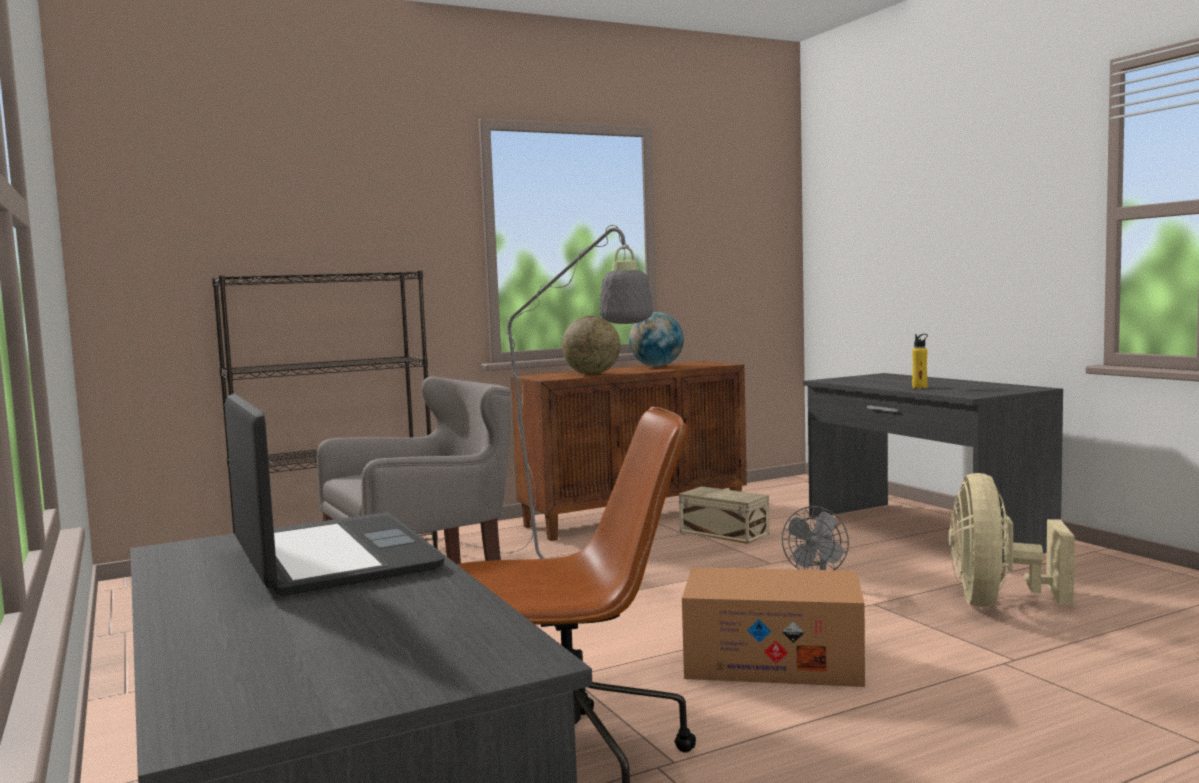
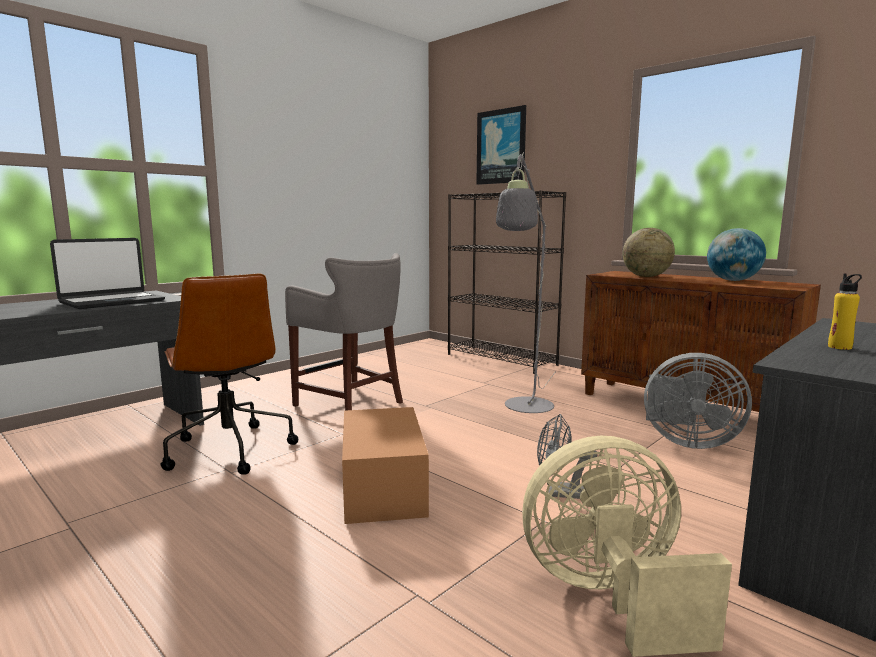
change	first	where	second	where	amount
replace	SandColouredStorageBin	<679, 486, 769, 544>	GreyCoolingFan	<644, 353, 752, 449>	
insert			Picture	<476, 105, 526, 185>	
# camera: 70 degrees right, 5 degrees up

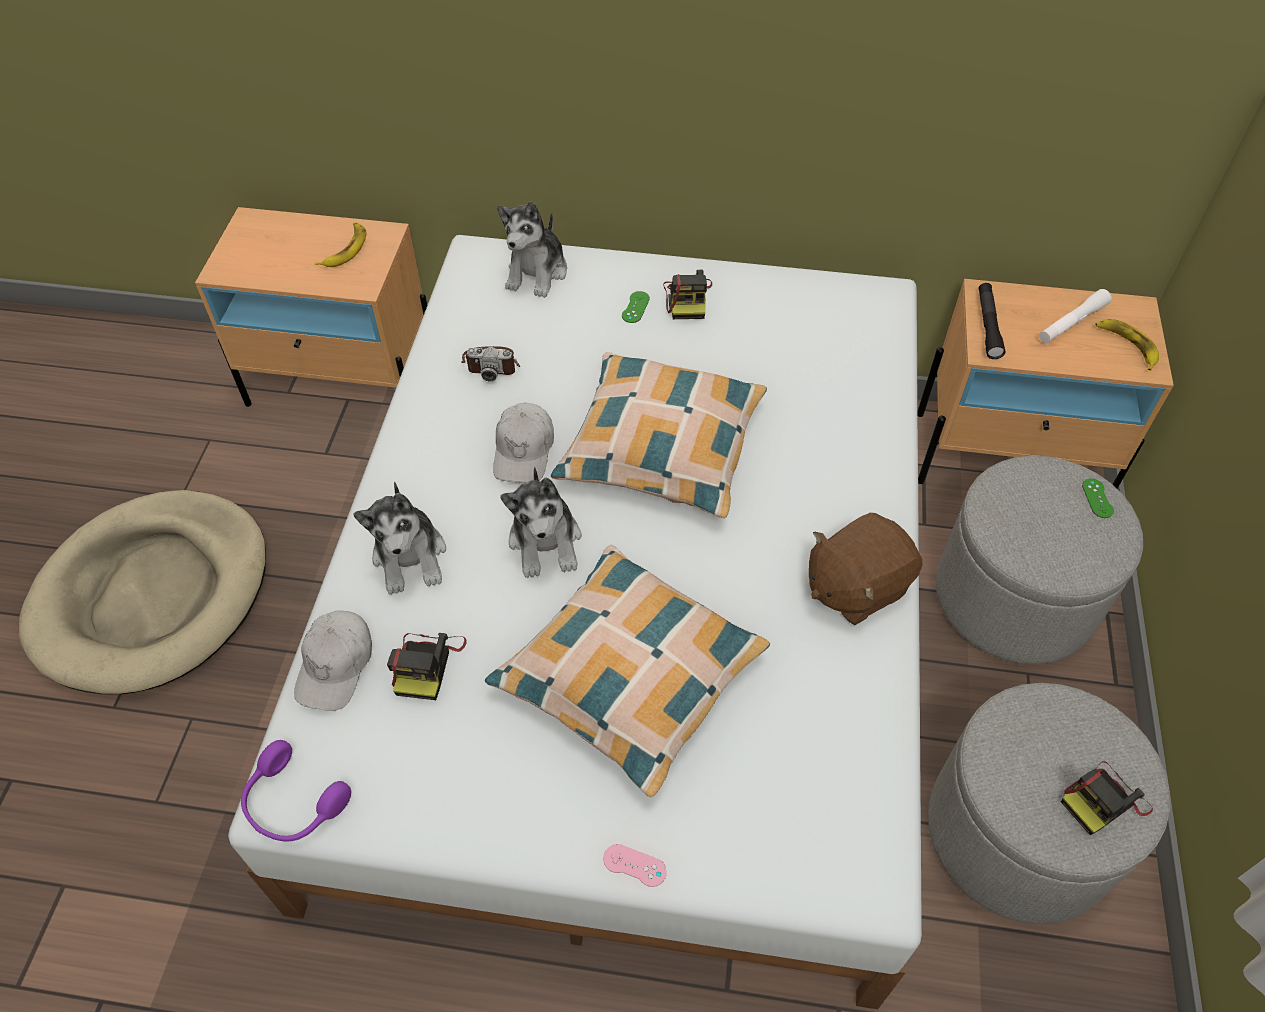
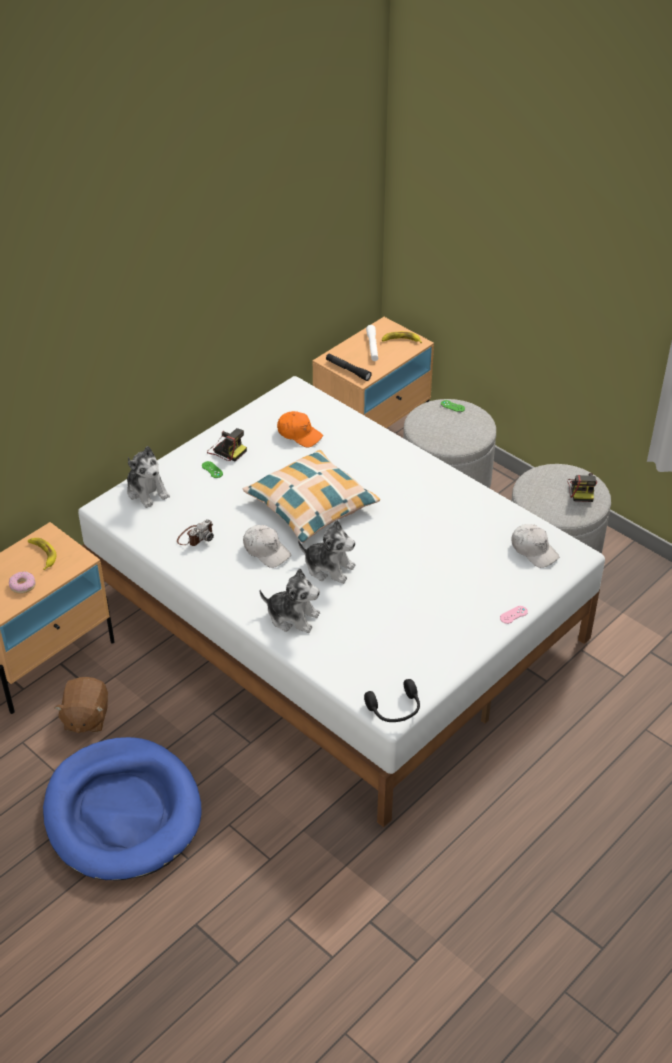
change	first	where	second	where	amount
recolor	SandColouredDogCushion	<19, 490, 266, 694>	BluishDogCushion	<43, 737, 202, 880>	
move	BrownPlushToy	<809, 513, 923, 625>		<54, 677, 108, 733>	
delete	Pillow	<485, 544, 770, 797>			
move	WhiteCap	<294, 610, 372, 711>		<512, 524, 559, 568>	
delete	StillCamera	<387, 633, 467, 700>			
recolor	PurpleColouredHeadphones	<241, 740, 351, 842>	BlackColouredHeadphones	<364, 679, 420, 722>	
insert			OrangeCap	<277, 411, 323, 448>	
insert			RingDoughnut	<9, 571, 36, 594>	
# camera: 55 degrees left, 10 degrees down

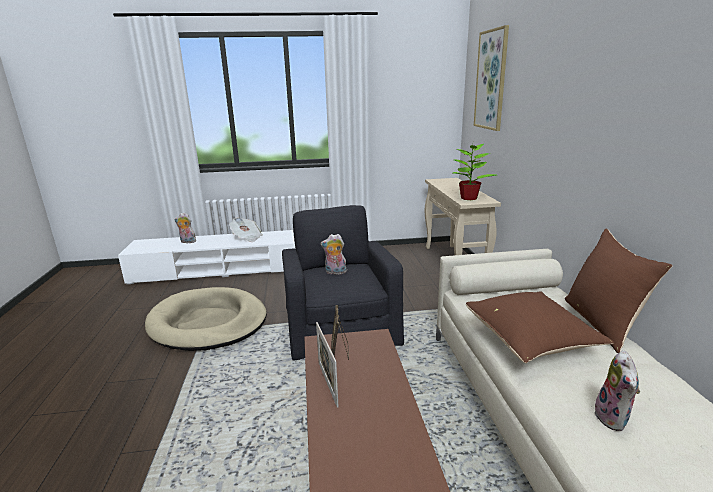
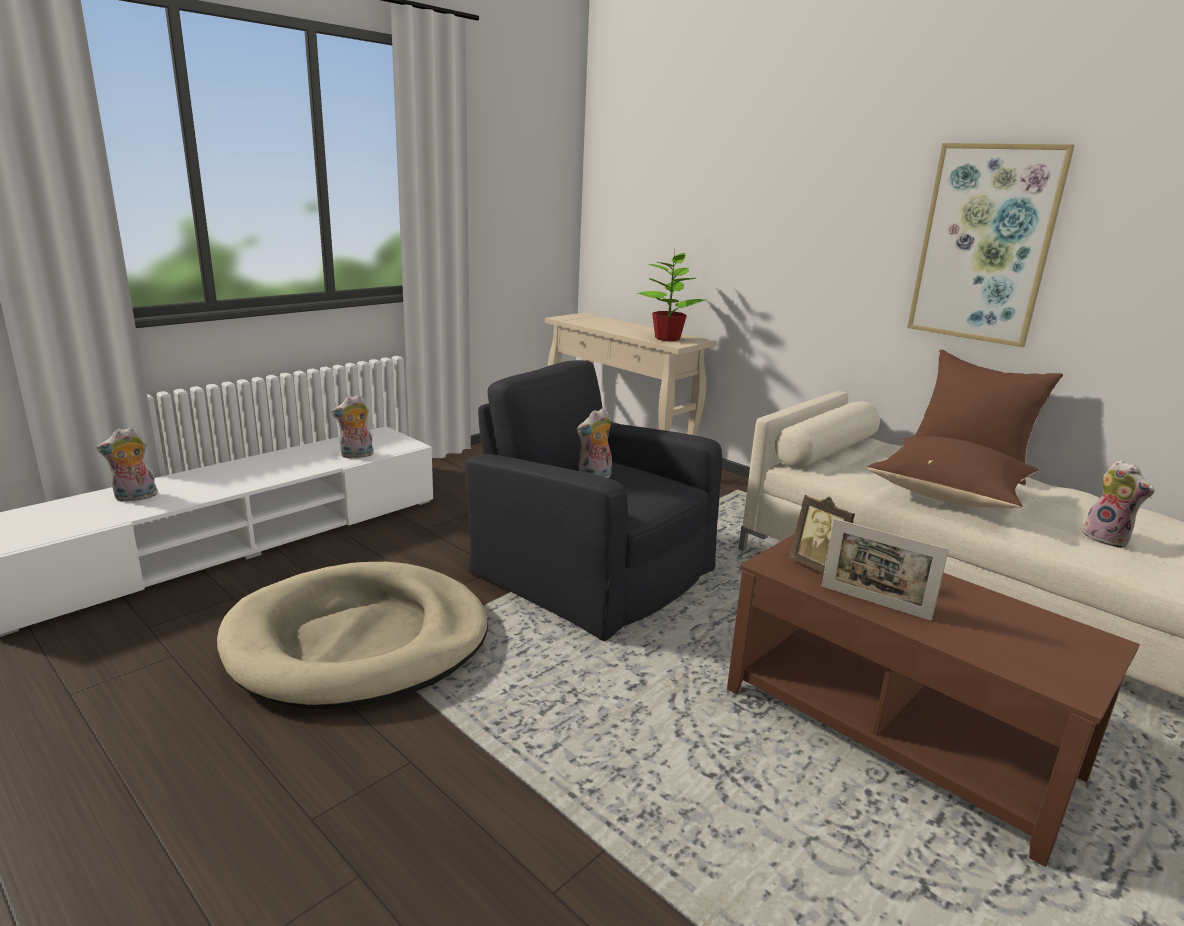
change	first	where	second	where	amount
move	Picture	<474, 25, 509, 131>		<907, 143, 1075, 347>	
delete	Newspaper	<229, 218, 263, 242>			
insert			PlushToy	<331, 395, 374, 459>	
# camera: 40 degrees left, 0 degrees up

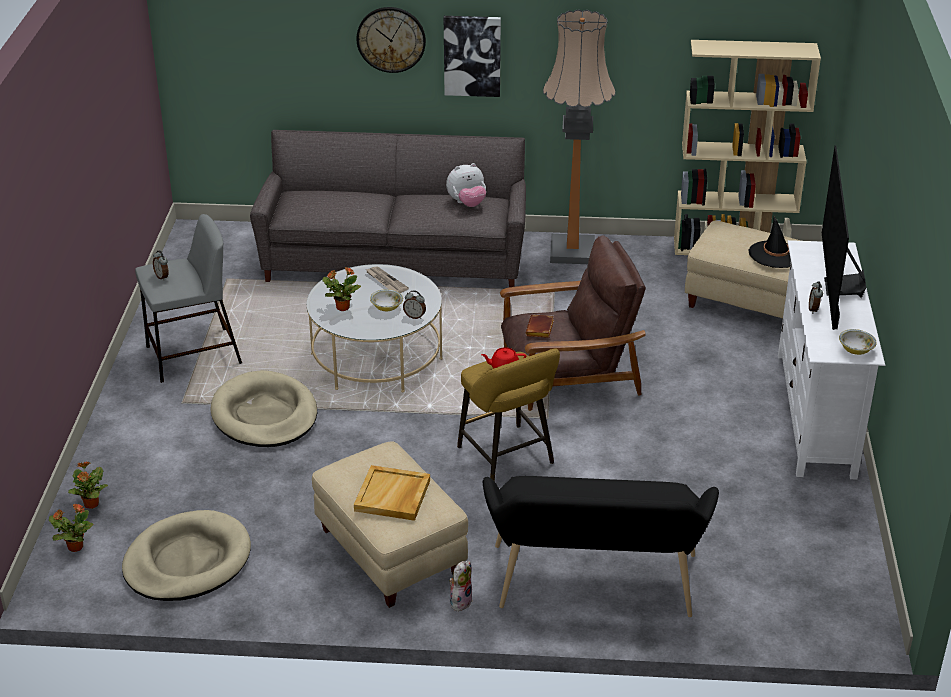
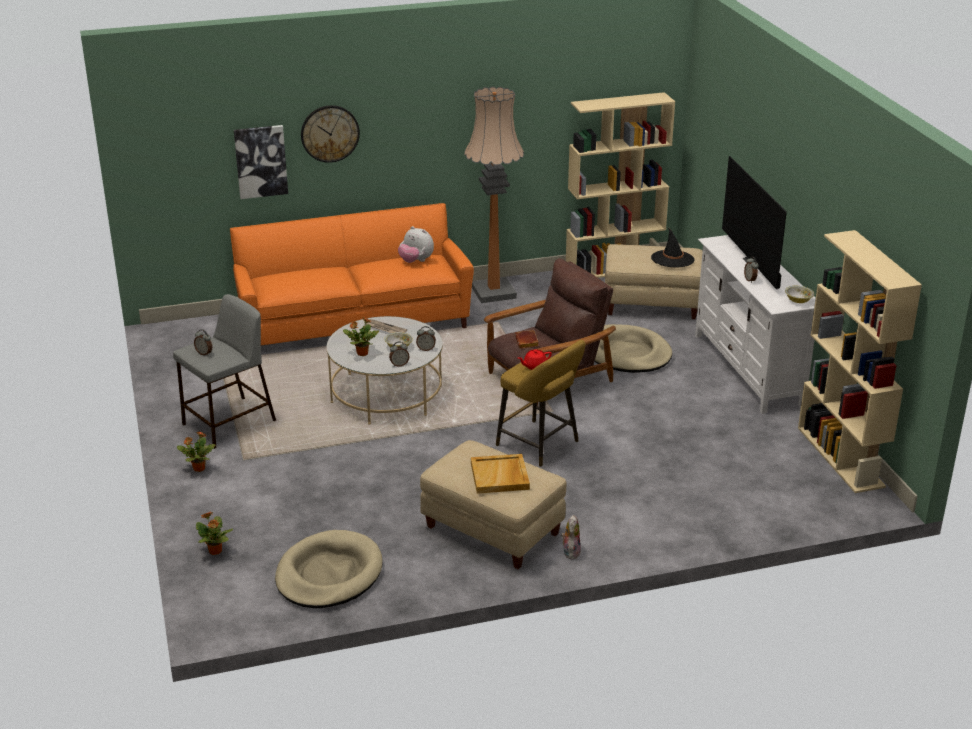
change	first	where	second	where	amount
move	Picture	<444, 16, 501, 97>		<234, 125, 288, 199>	
recolor	GreySettee	<250, 130, 526, 287>	OrangeSettee	<230, 203, 474, 345>	
rotate	PlushToy	<446, 163, 486, 207>		<398, 226, 434, 263>	75 degrees clockwise
move	SandColouredDogCushion	<211, 370, 317, 447>		<594, 324, 672, 373>	
delete	BlackColouredLongSeat	<483, 476, 719, 617>			
move	Houseplant	<49, 504, 94, 552>		<177, 431, 216, 472>	
insert			SandColouredShelvingUnit	<798, 230, 922, 493>	
insert			BedsideClock	<389, 341, 409, 367>	
# camera: 20 degrees left, 5 degrees down

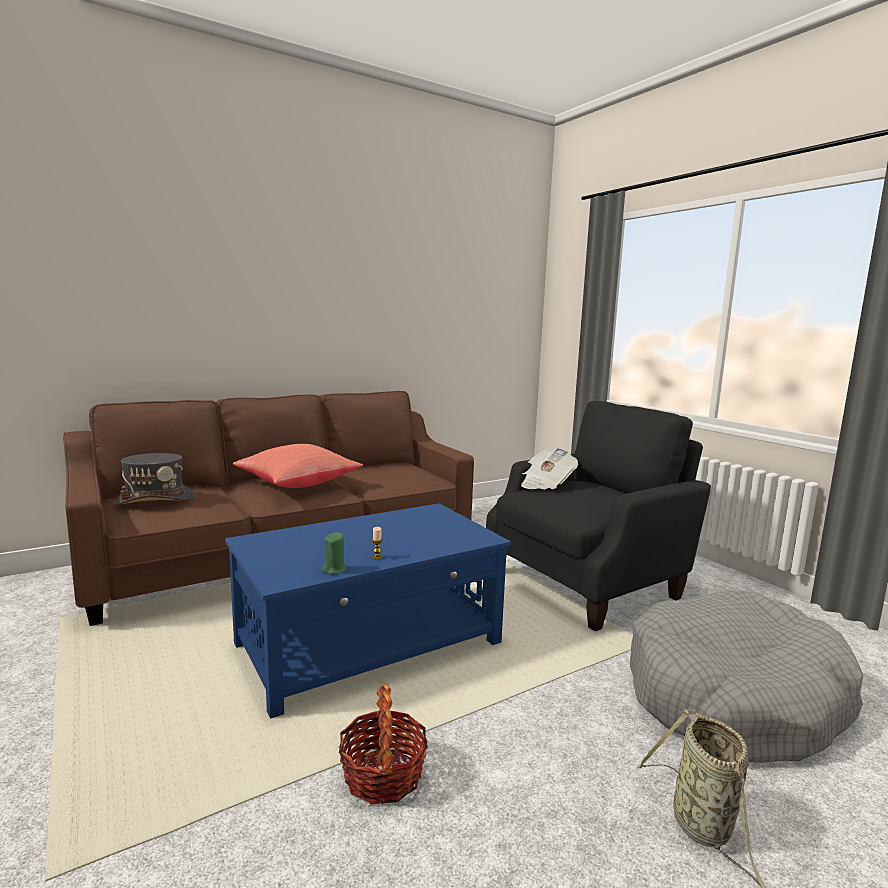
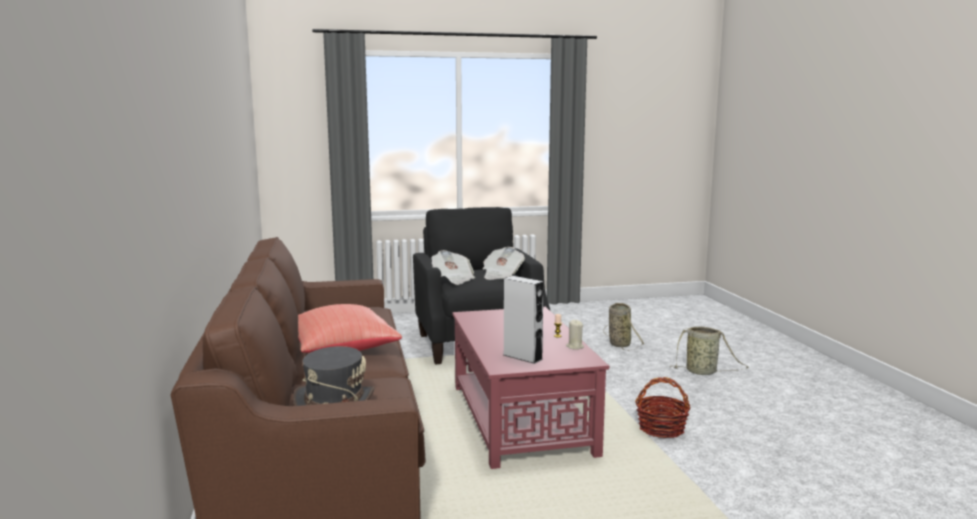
change	first	where	second	where	amount
recolor	BluishLoungeTable	<225, 503, 511, 719>	RedLoungeTable	<452, 307, 609, 469>	
recolor	GreenColouredWaxLight	<322, 532, 346, 575>	SandColouredWaxLight	<566, 320, 584, 349>	
replace	GreyDogCushion	<630, 590, 863, 763>	StorageBasket	<603, 303, 644, 351>	
insert			Newspaper	<483, 247, 525, 280>	
insert			GreySpeaker	<504, 276, 544, 364>	
# camera: 70 degrees left, 0 degrees up

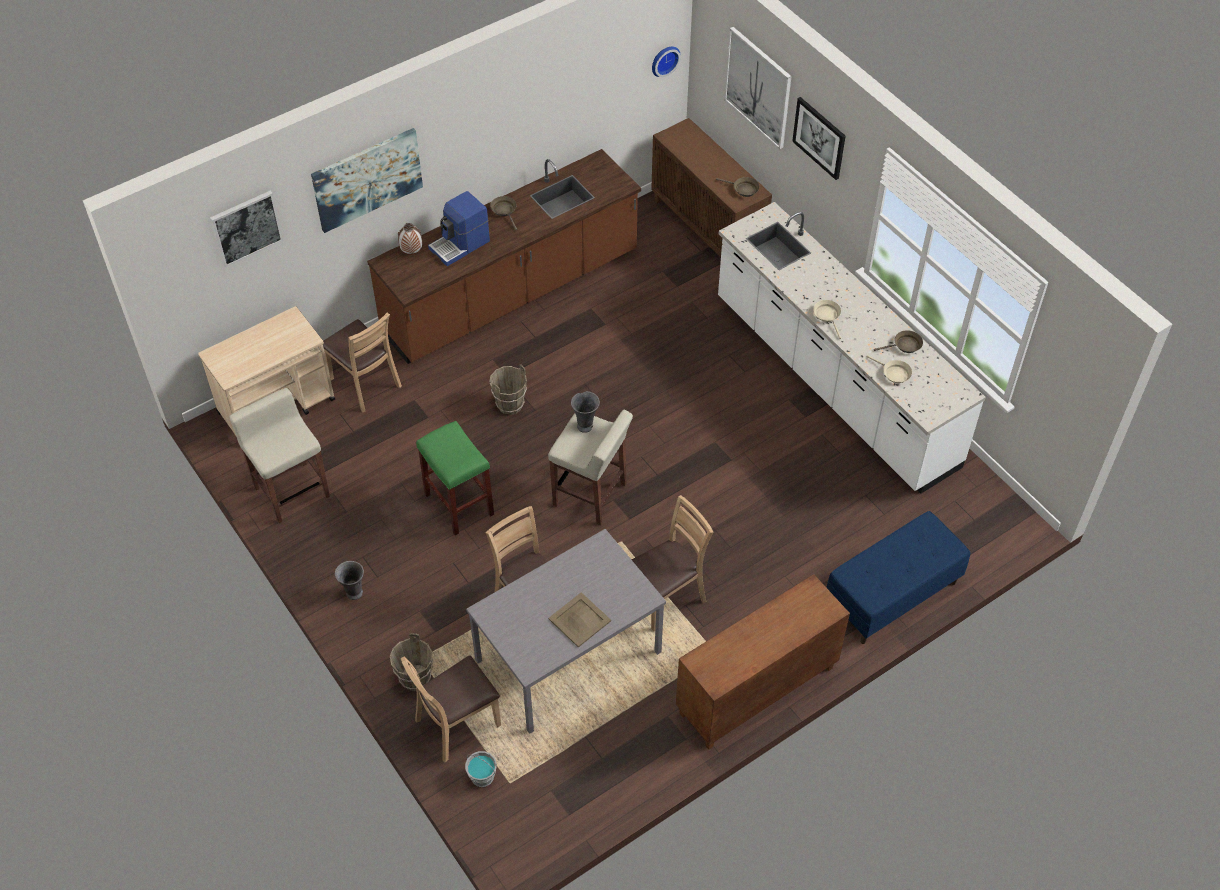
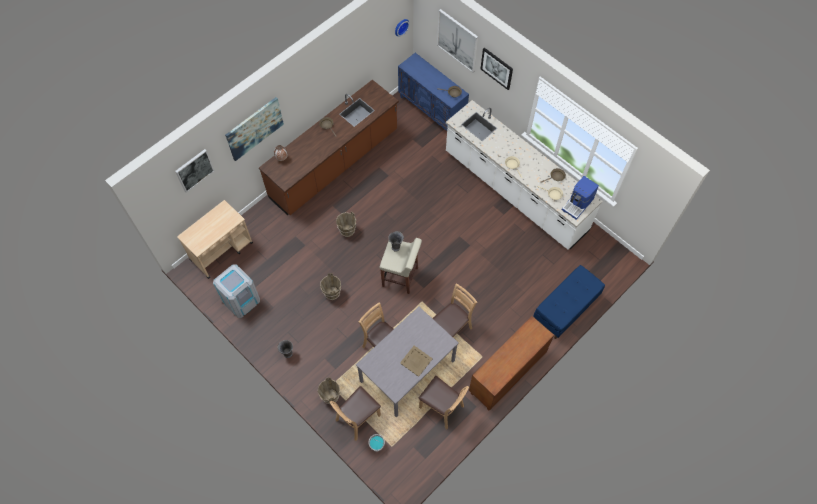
change	first	where	second	where	amount
recolor	BrownCabinet	<651, 118, 772, 257>	BluishCabinet	<398, 53, 469, 131>	
move	CoffeeMachine	<428, 191, 490, 266>		<562, 176, 599, 220>	
move	BrownUprightChair	<323, 313, 402, 413>		<419, 376, 469, 430>	
replace	SandColouredSittingStool	<229, 388, 330, 523>	GreyRubbishBin	<213, 264, 260, 318>	
replace	GreenColouredSittingStool	<416, 421, 494, 536>	BrownWaterBucket	<320, 273, 341, 300>	
# camera: 10 degrees left, 10 degrees up

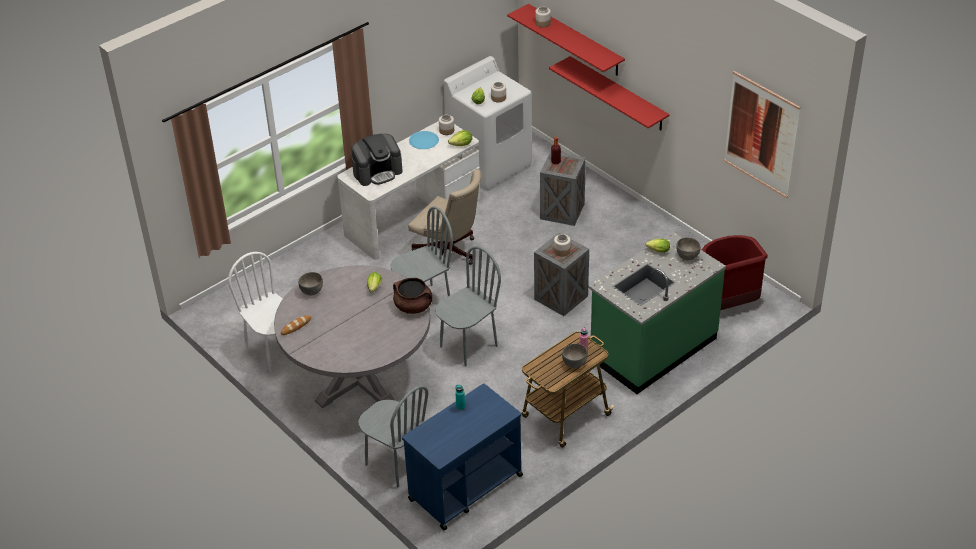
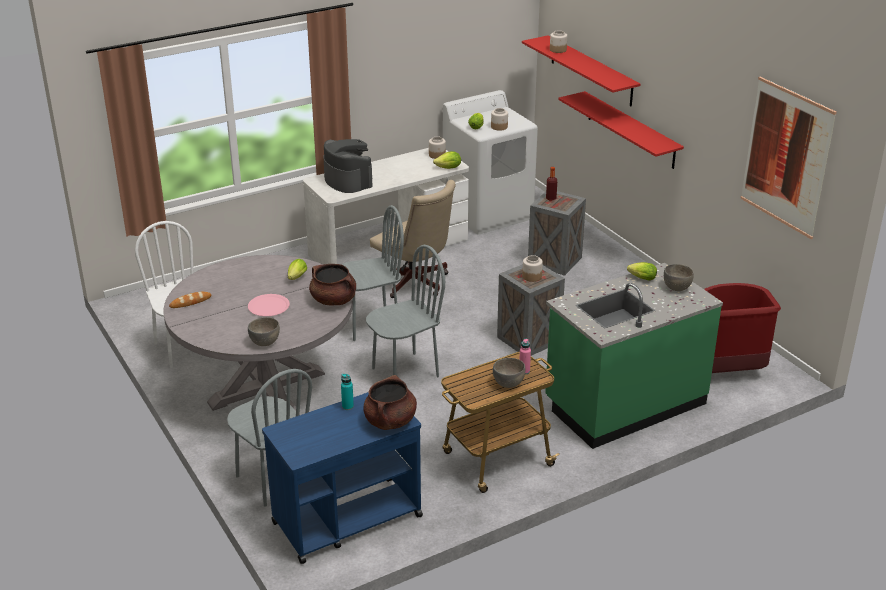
change	first	where	second	where	amount
delete	BluishDinnerPlate	<409, 131, 439, 149>			
rotate	CoffeeMachine	<352, 134, 402, 186>		<323, 139, 372, 193>	105 degrees counterclockwise
move	GreyBowl	<298, 272, 323, 296>		<248, 317, 280, 346>	
insert			PinkColouredDinnerPlate	<248, 294, 290, 316>	
insert			BrownCookingPot	<363, 375, 417, 430>	
# camera: 10 degrees right, 10 degrees down

